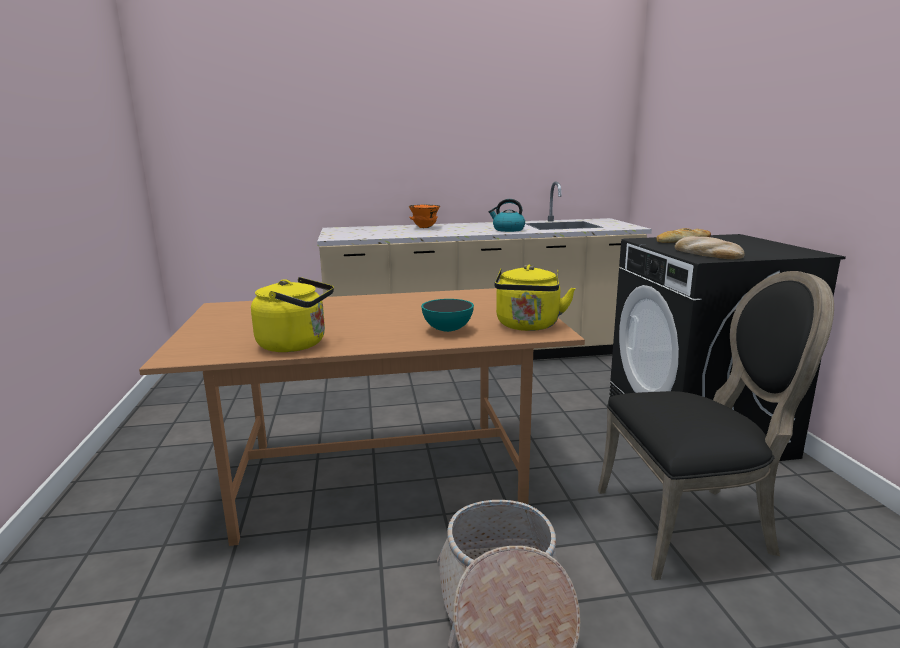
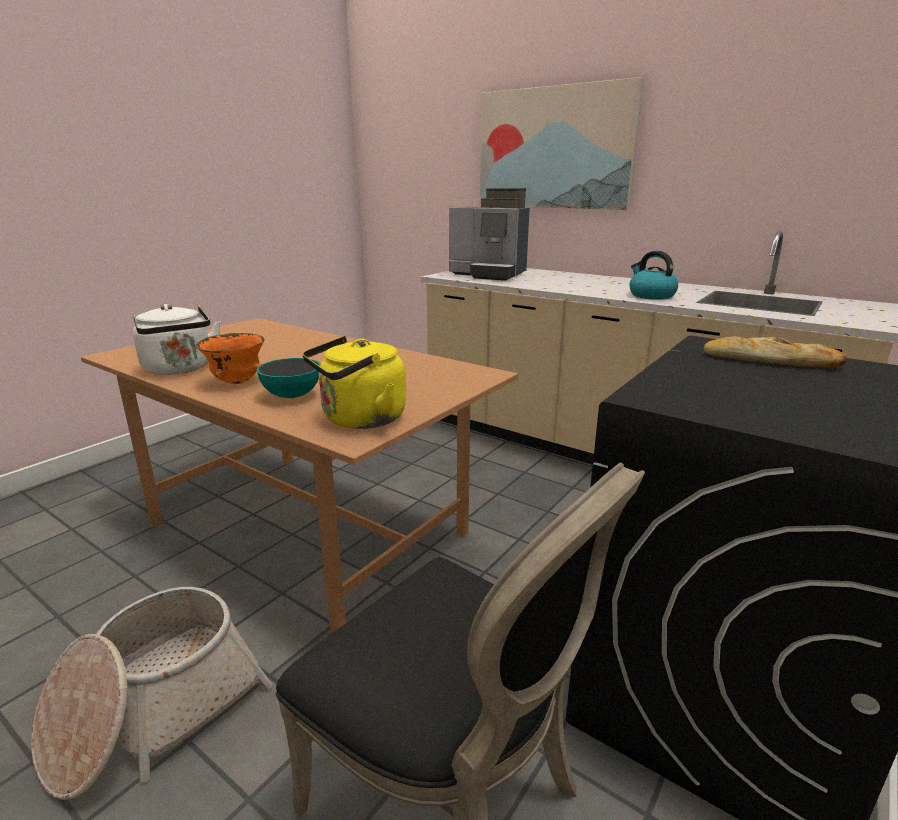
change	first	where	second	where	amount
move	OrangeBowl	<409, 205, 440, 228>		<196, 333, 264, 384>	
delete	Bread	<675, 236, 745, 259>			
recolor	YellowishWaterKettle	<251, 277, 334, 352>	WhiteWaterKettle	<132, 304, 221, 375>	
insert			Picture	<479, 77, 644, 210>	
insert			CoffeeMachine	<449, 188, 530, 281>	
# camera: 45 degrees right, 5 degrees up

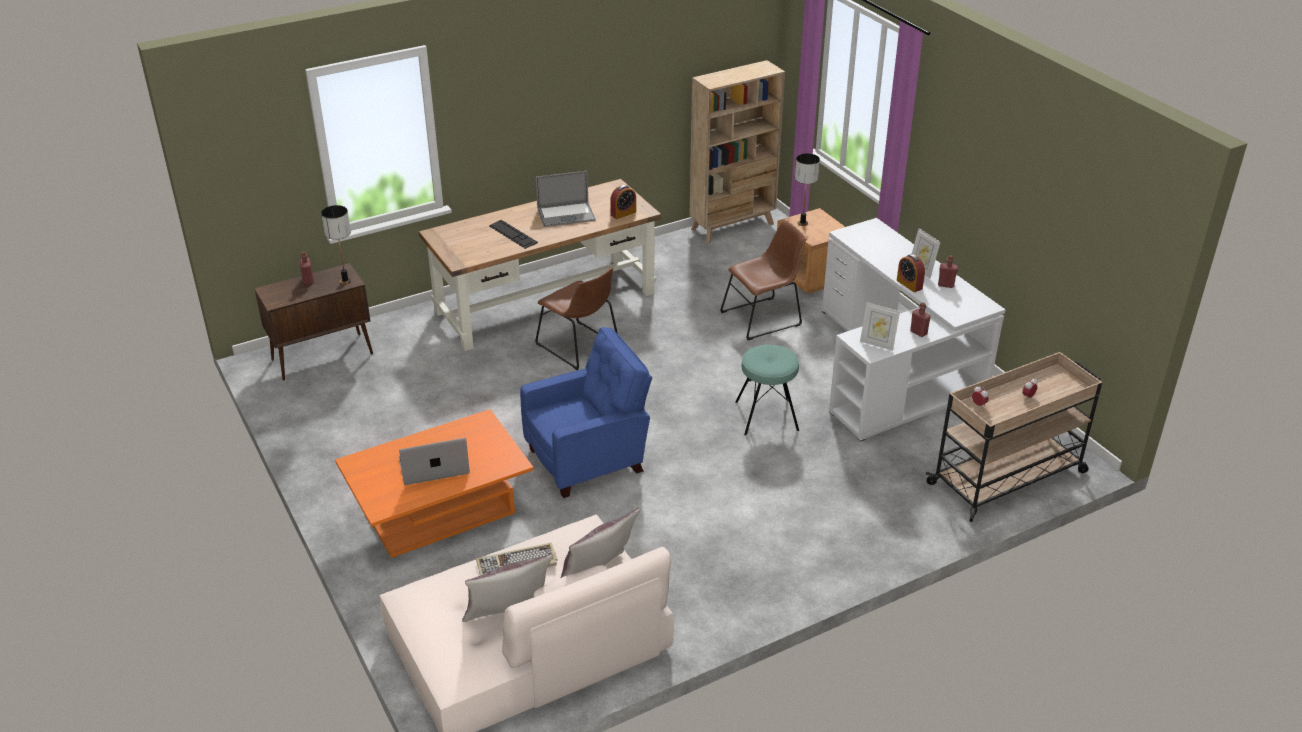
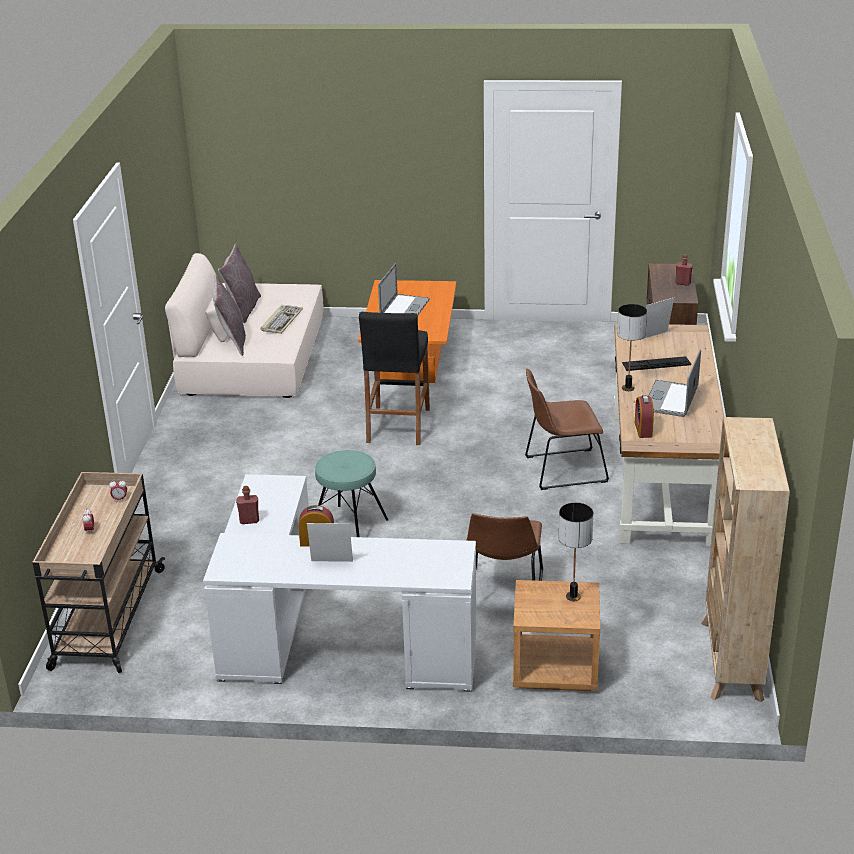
change	first	where	second	where	amount
move	TabletopLamp	<321, 205, 351, 284>		<617, 304, 647, 391>	
delete	RedDrinkBottle	<938, 255, 958, 288>			
move	PhotoFrame	<860, 302, 900, 351>		<643, 298, 674, 339>	
replace	BluishEasyChair	<520, 327, 652, 498>	BlackColouredSittingStool	<359, 312, 430, 445>	
# camera: 125 degrees right, 5 degrees down

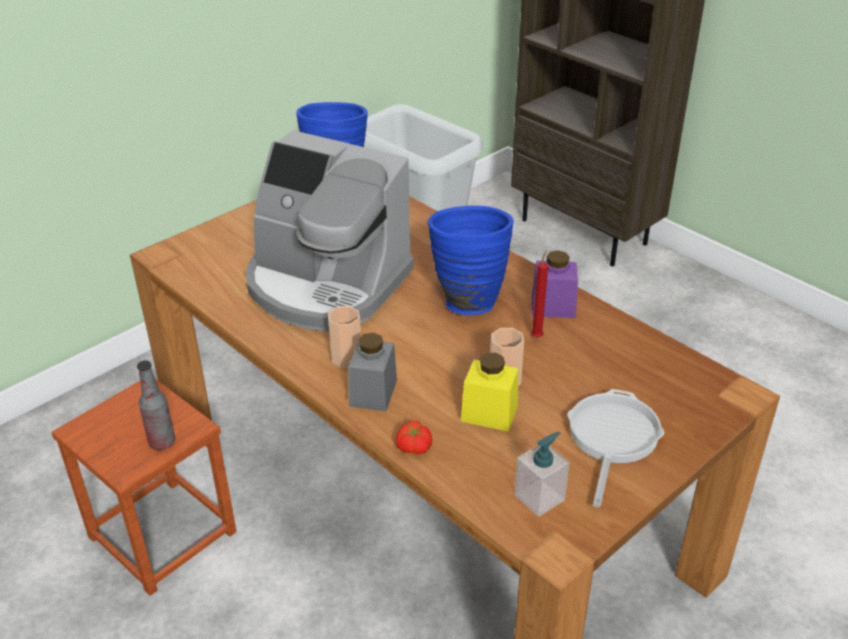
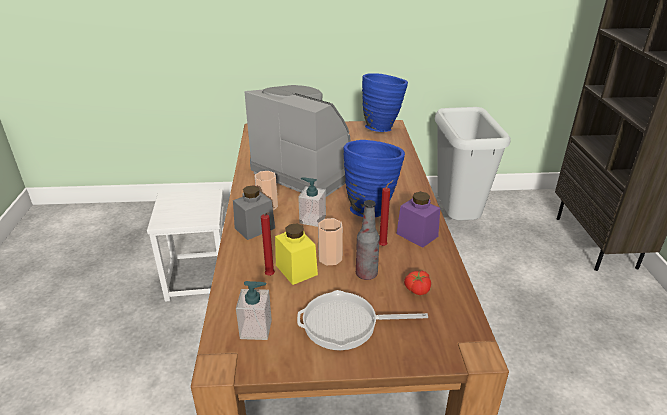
change	first	where	second	where	amount
rotate	CoffeeMachine	<246, 130, 414, 331>		<245, 85, 351, 197>	150 degrees clockwise
move	DrinkBottle	<137, 361, 175, 450>		<356, 200, 380, 280>	
recolor	BrownSittingStool	<52, 379, 237, 596>	WhiteSittingStool	<147, 189, 225, 302>	
rotate	Skillet	<567, 389, 664, 507>		<297, 290, 428, 350>	150 degrees counterclockwise
move	WholeTomato	<396, 420, 432, 454>		<404, 271, 431, 295>	
insert			LiquidSoapBottle	<298, 177, 326, 227>	
insert			RedWaxLight	<261, 212, 275, 276>	
# camera: 40 degrees right, 5 degrees down

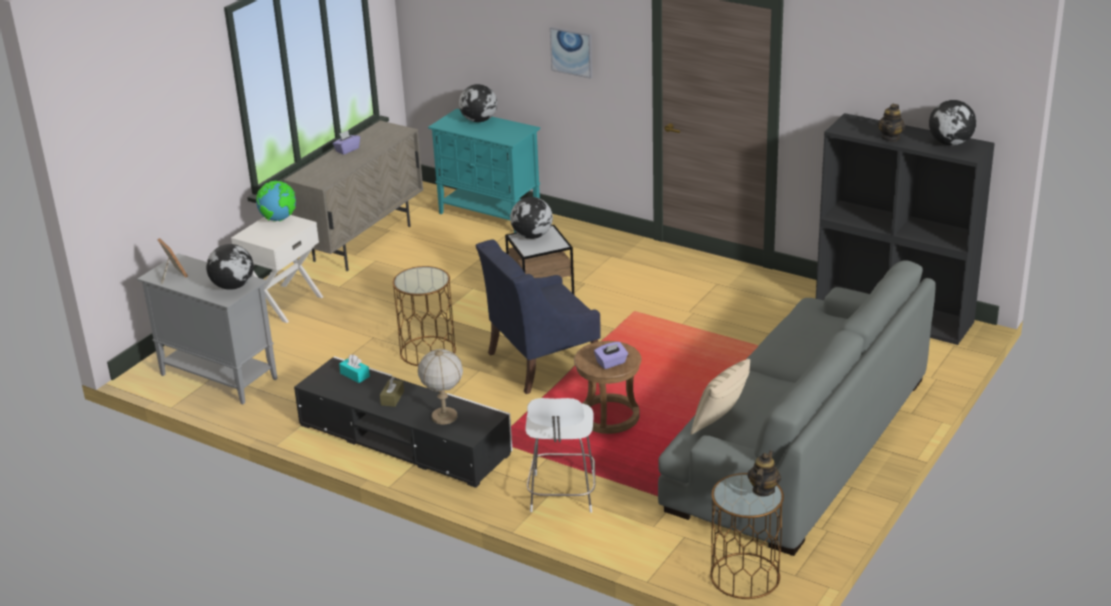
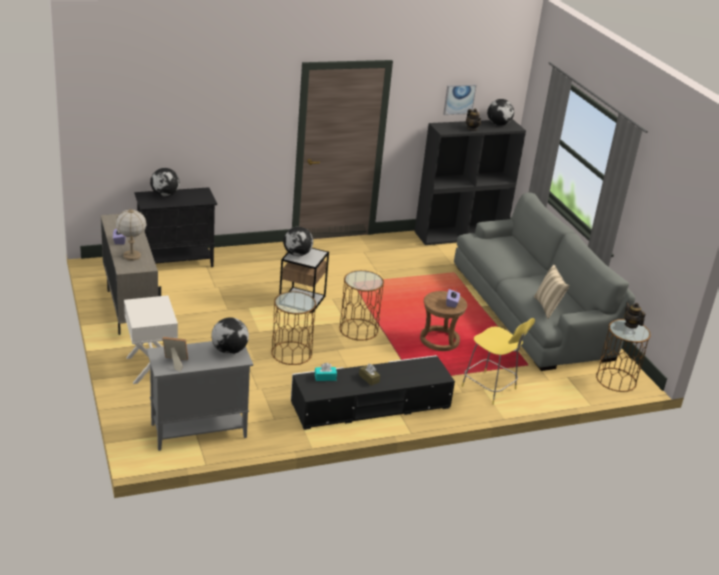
change	first	where	second	where	amount
move	Picture	<550, 27, 592, 79>		<443, 84, 476, 115>	
recolor	BlueGreenCabinet	<428, 109, 540, 233>	BlackColouredCabinet	<134, 187, 217, 267>	
delete	DeskGlobe	<256, 181, 296, 221>			
replace	BluishEasyChair	<476, 239, 601, 394>	BrownAccentTable	<339, 270, 384, 341>	
move	TabletopLamp	<418, 349, 463, 424>		<116, 209, 146, 261>	
recolor	WhiteSittingStool	<525, 398, 595, 513>	YellowishSittingStool	<462, 318, 535, 405>	
# camera: 55 degrees left, 0 degrees up

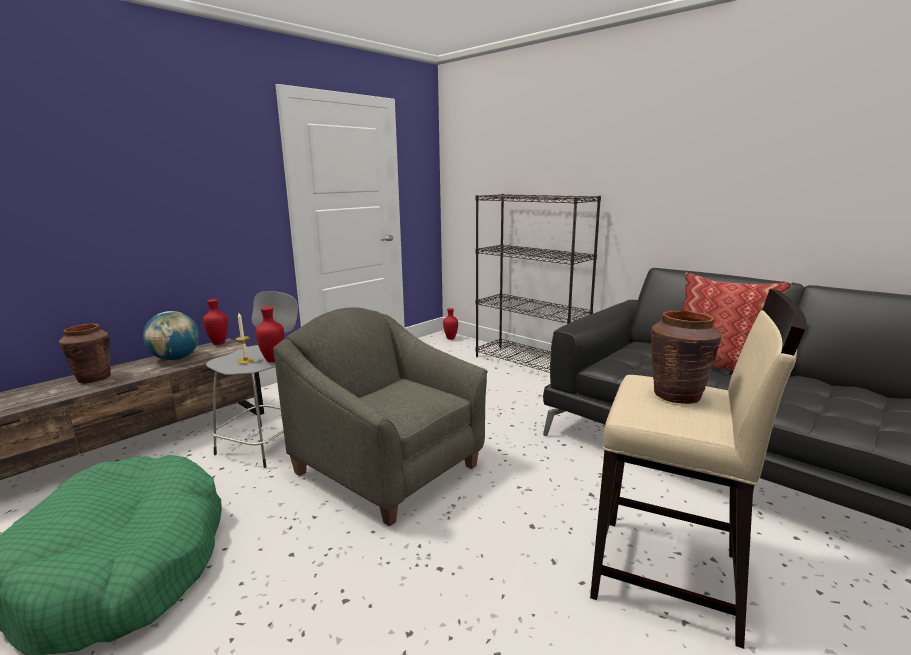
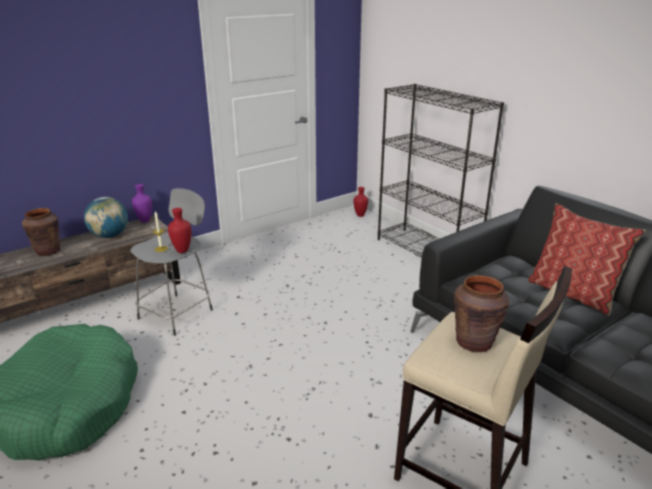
change	first	where	second	where	amount
recolor	RedVase	<203, 299, 228, 345>	PurpleColouredVase	<132, 184, 152, 223>	
delete	GreyEasyChair	<273, 307, 488, 527>			
# camera: 10 degrees right, 10 degrees up

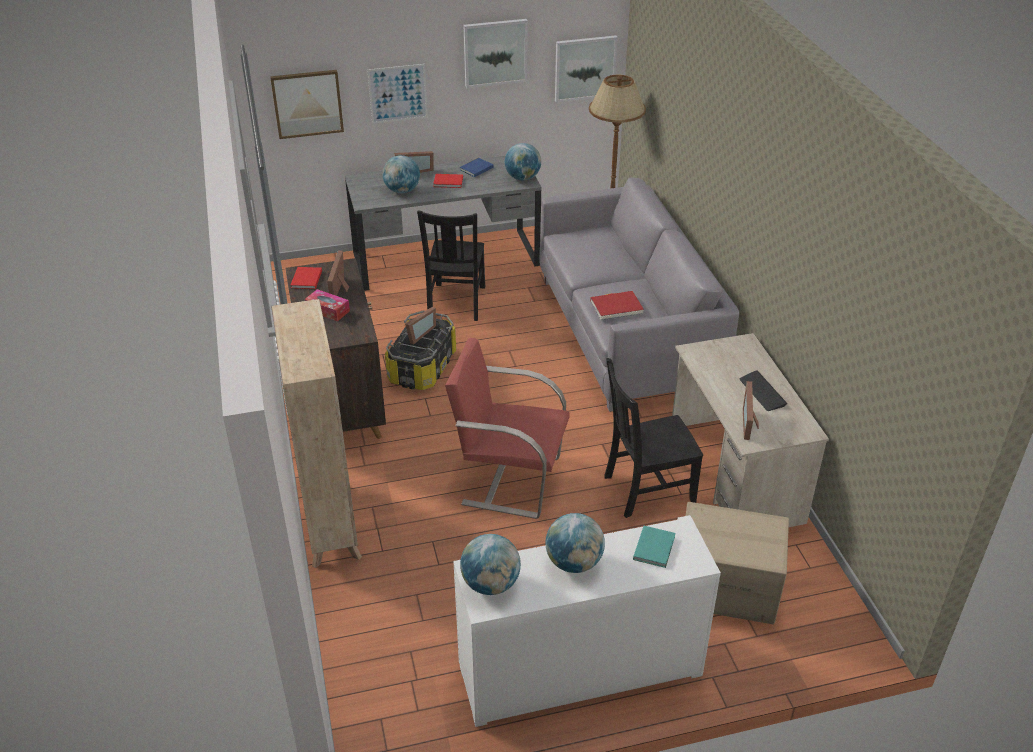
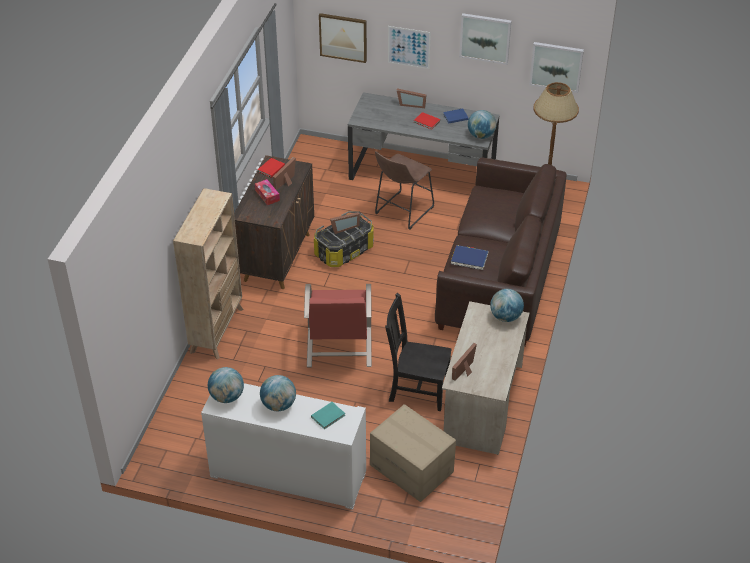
change	first	where	second	where	amount
move	DeskGlobe	<382, 155, 420, 193>		<490, 289, 524, 322>	
recolor	GreySettee	<539, 177, 739, 412>	BrownSettee	<435, 157, 566, 347>	
replace	BlackColouredUprightChair	<417, 210, 485, 321>	BrownSittingStool	<375, 151, 434, 230>	
recolor	RedVolume	<590, 291, 644, 320>	BluishVolume	<451, 245, 489, 270>	
rotate	RedEasyChair	<445, 338, 570, 519>		<304, 284, 372, 367>	135 degrees counterclockwise
delete	Keyboard	<739, 370, 787, 411>			
# camera: 30 degrees right, 5 degrees up

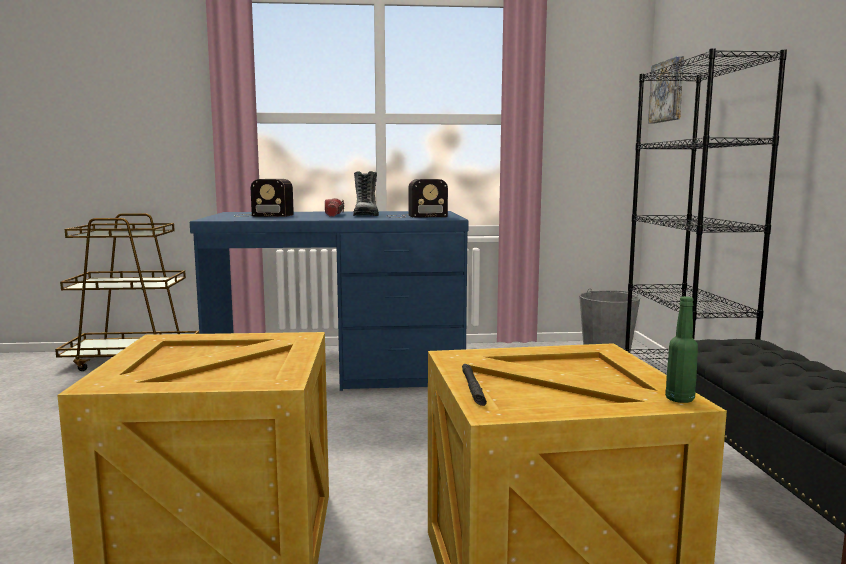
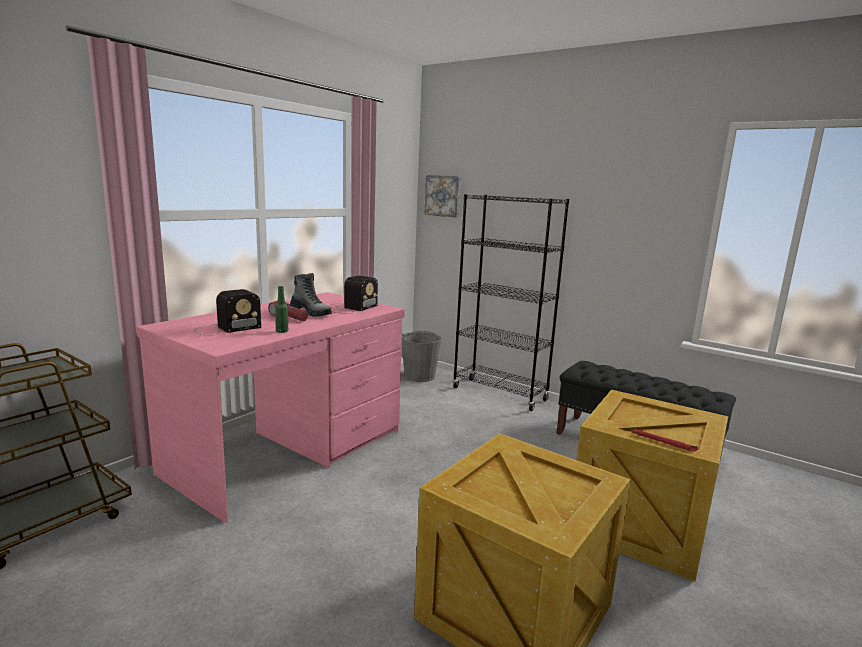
change	first	where	second	where	amount
recolor	BluishDeskUnit	<190, 211, 468, 391>	PinkColouredDeskUnit	<137, 292, 405, 523>	
move	GreenColouredDrinkBottle	<665, 296, 698, 403>		<275, 286, 288, 333>	
recolor	BlackColouredTorch	<462, 364, 487, 406>	RedTorch	<632, 429, 698, 451>	
# camera: 50 degrees left, 5 degrees up

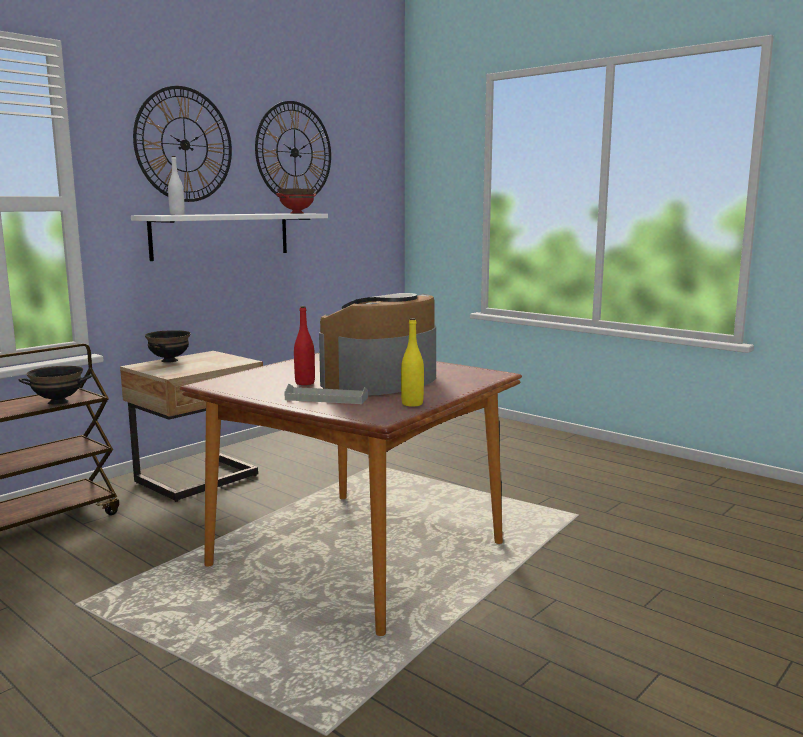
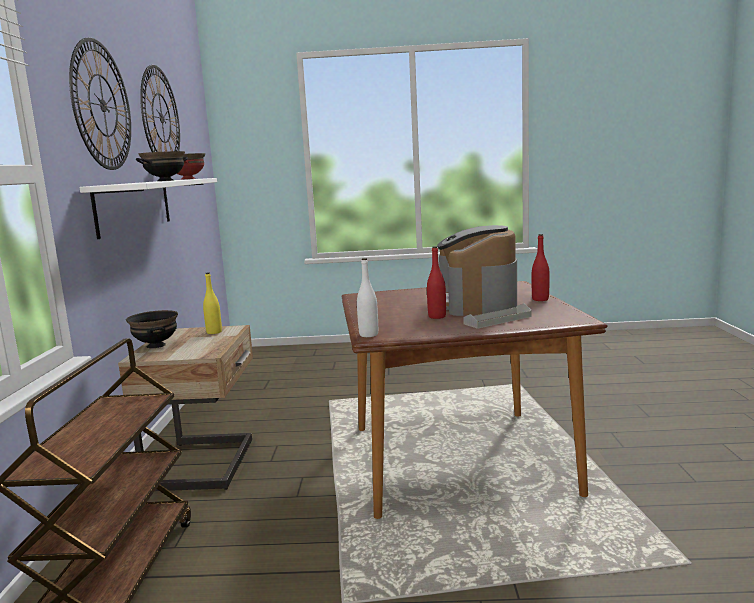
change	first	where	second	where	amount
move	WhiteDrinkBottle	<168, 156, 185, 215>		<357, 258, 378, 337>	
move	YellowishDrinkBottle	<401, 318, 424, 406>		<203, 272, 222, 334>	
move	BlackColouredBowl	<19, 366, 92, 405>		<136, 151, 188, 181>	
insert			RedDrinkBottle	<532, 234, 550, 301>	
# camera: 40 degrees left, 0 degrees up

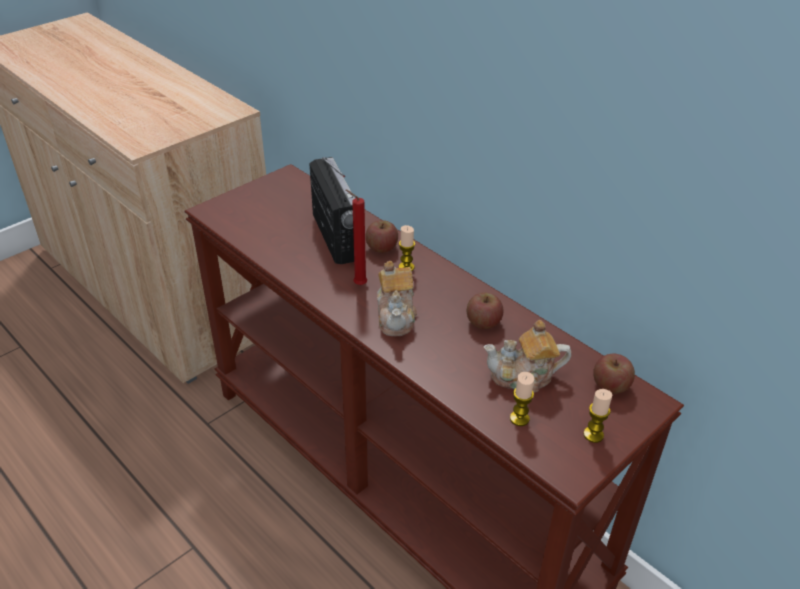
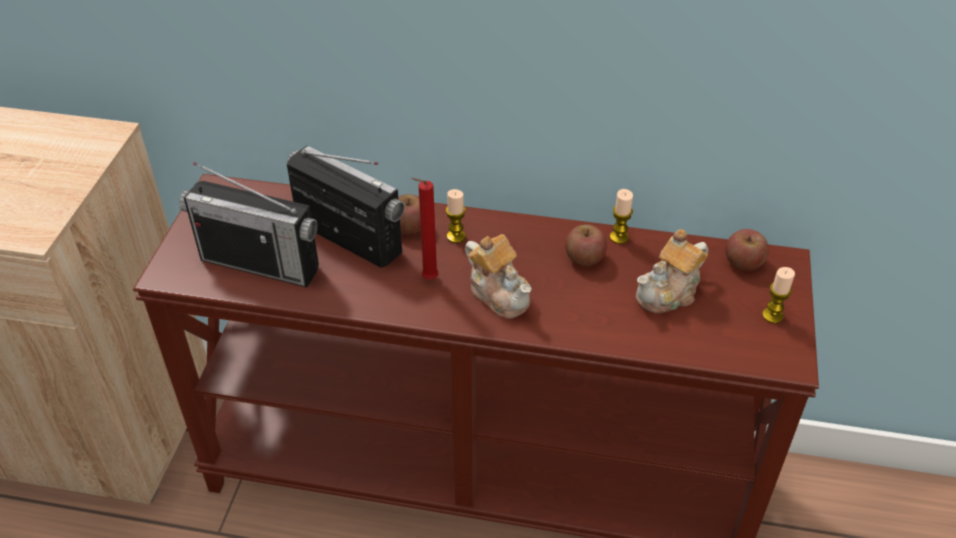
change	first	where	second	where	amount
move	WaxLight	<510, 372, 534, 426>		<610, 189, 633, 244>	
insert			RadioSet	<179, 162, 319, 287>	
# camera: 35 degrees left, 5 degrees up

